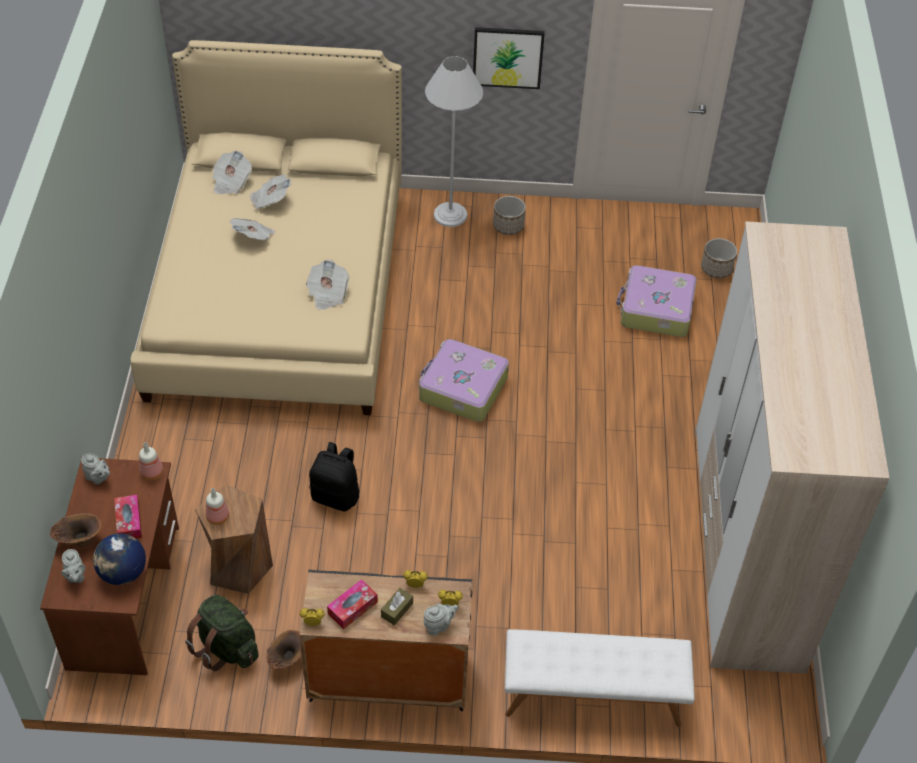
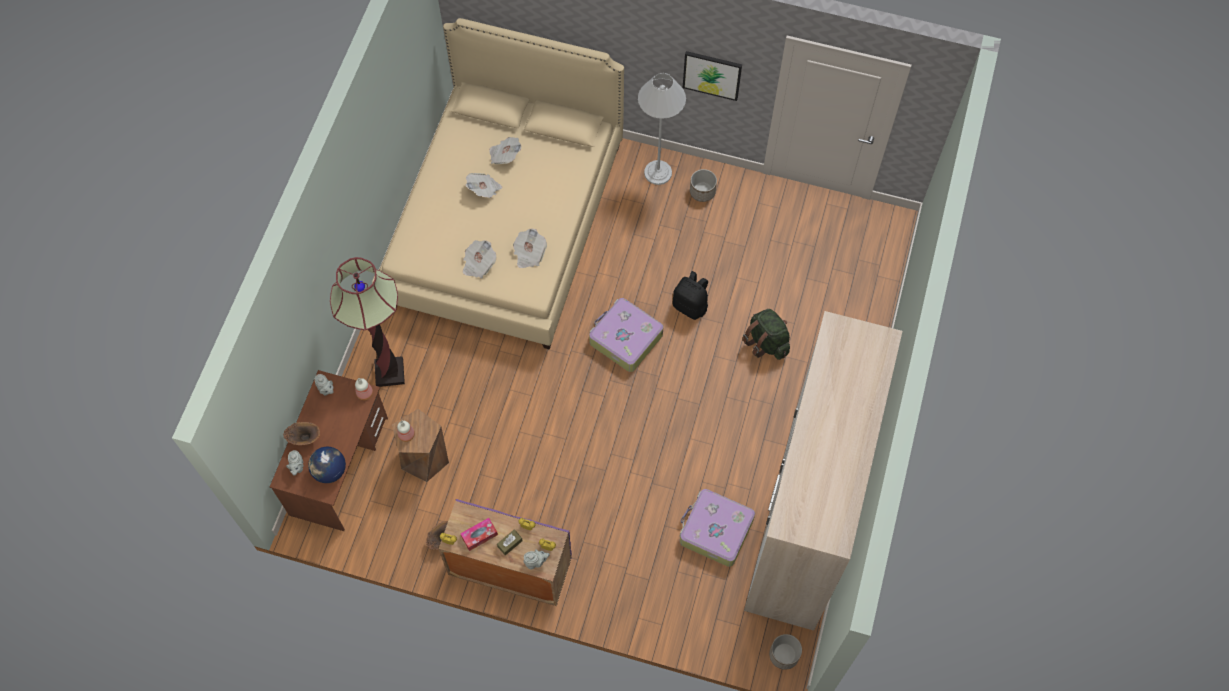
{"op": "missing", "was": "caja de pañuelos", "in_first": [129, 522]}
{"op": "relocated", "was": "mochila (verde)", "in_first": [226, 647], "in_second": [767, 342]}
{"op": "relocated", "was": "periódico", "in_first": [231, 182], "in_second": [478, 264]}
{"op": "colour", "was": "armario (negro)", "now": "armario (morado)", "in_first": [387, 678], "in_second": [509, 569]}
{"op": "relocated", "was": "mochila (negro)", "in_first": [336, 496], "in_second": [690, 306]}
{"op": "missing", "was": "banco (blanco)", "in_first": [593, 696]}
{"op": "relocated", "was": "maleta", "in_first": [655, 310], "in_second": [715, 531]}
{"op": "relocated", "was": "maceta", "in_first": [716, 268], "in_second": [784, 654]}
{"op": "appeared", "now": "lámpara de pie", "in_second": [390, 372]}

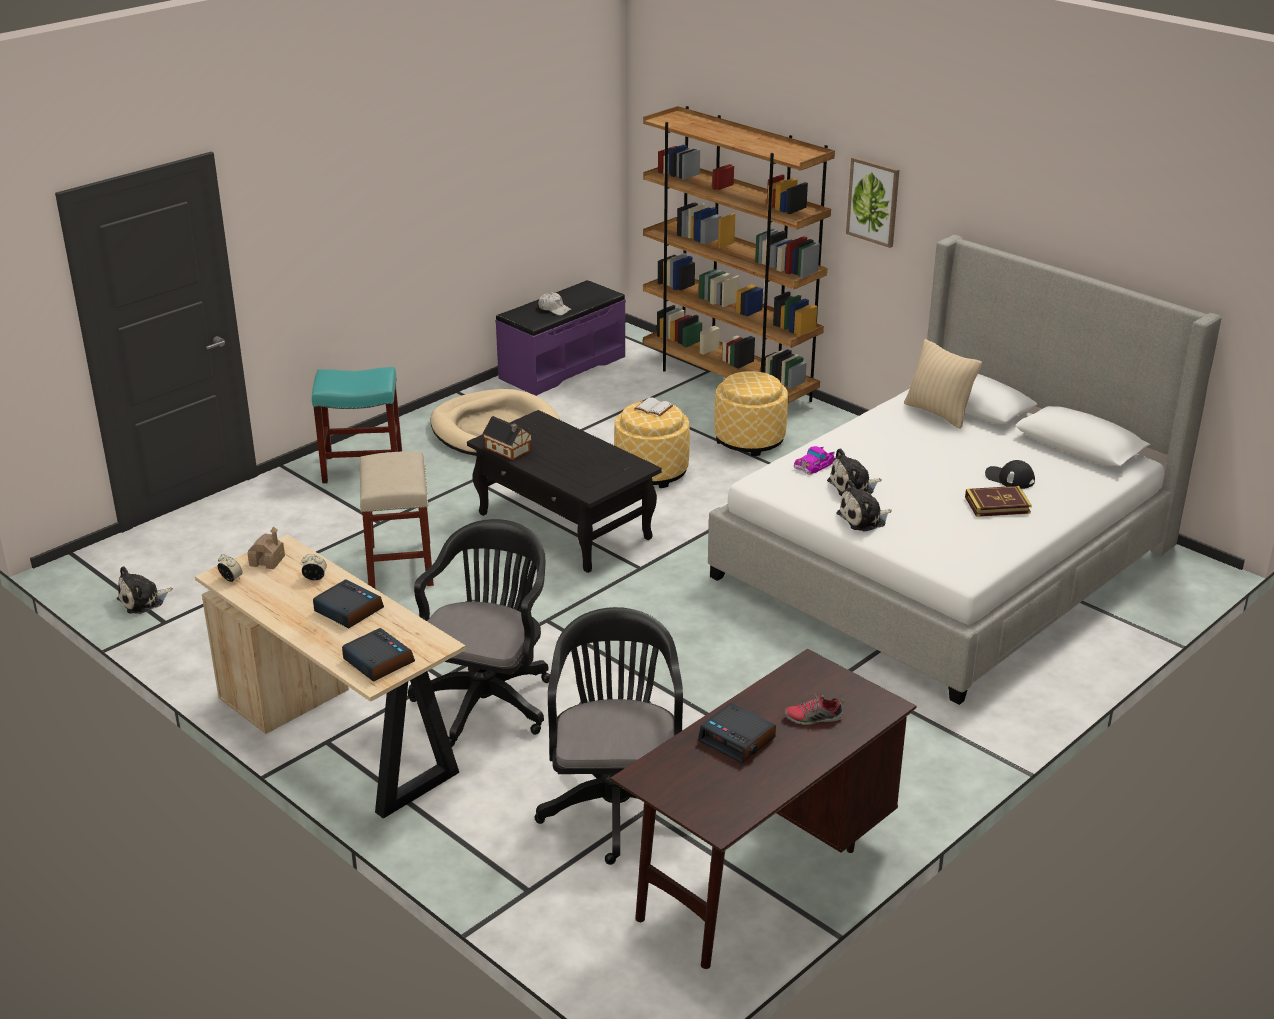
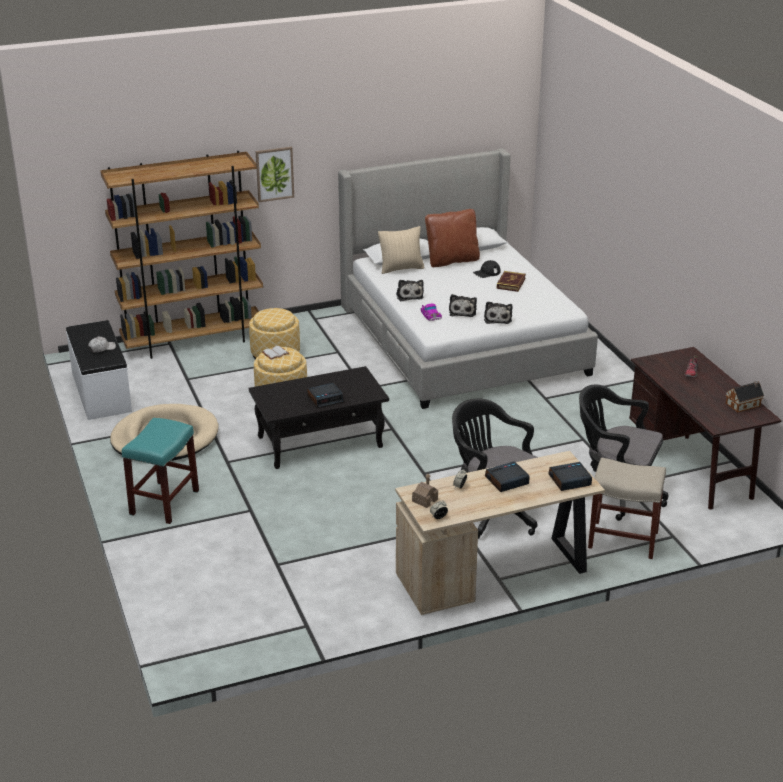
{"op": "relocated", "was": "peluche", "in_first": [143, 601], "in_second": [409, 295]}
{"op": "relocated", "was": "taburete (beis)", "in_first": [399, 564], "in_second": [622, 539]}
{"op": "relocated", "was": "casita", "in_first": [508, 450], "in_second": [744, 404]}
{"op": "colour", "was": "banco (morado)", "now": "banco (blanco)", "in_first": [562, 367], "in_second": [100, 392]}
{"op": "relocated", "was": "despertador", "in_first": [738, 739], "in_second": [325, 399]}
{"op": "appeared", "now": "cojín (marrón)", "in_second": [452, 260]}

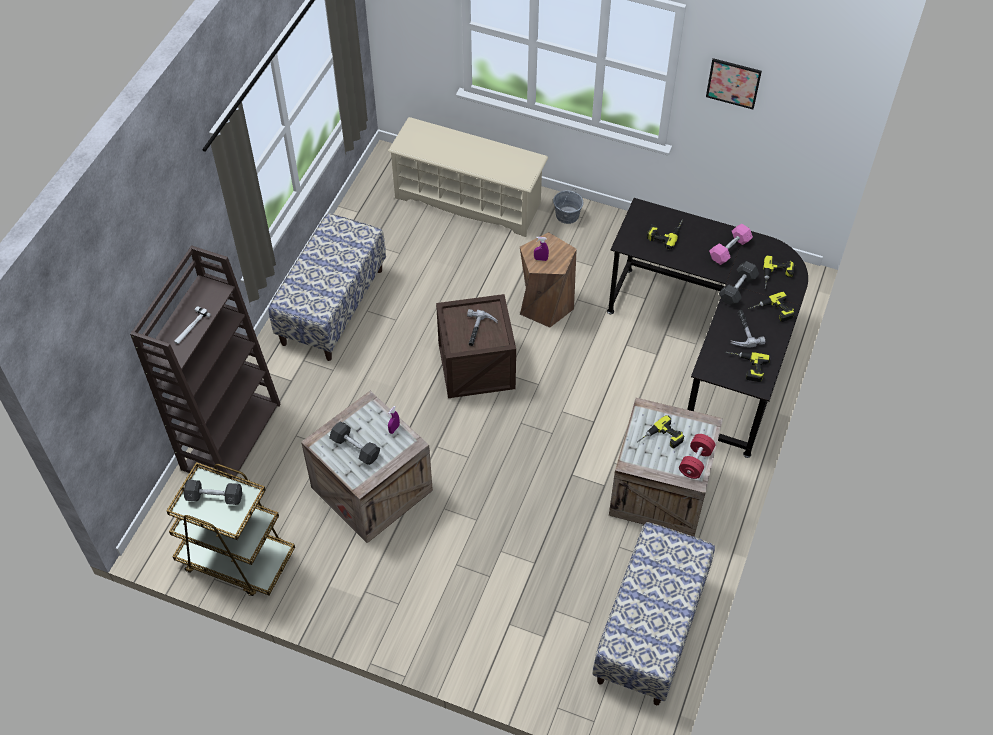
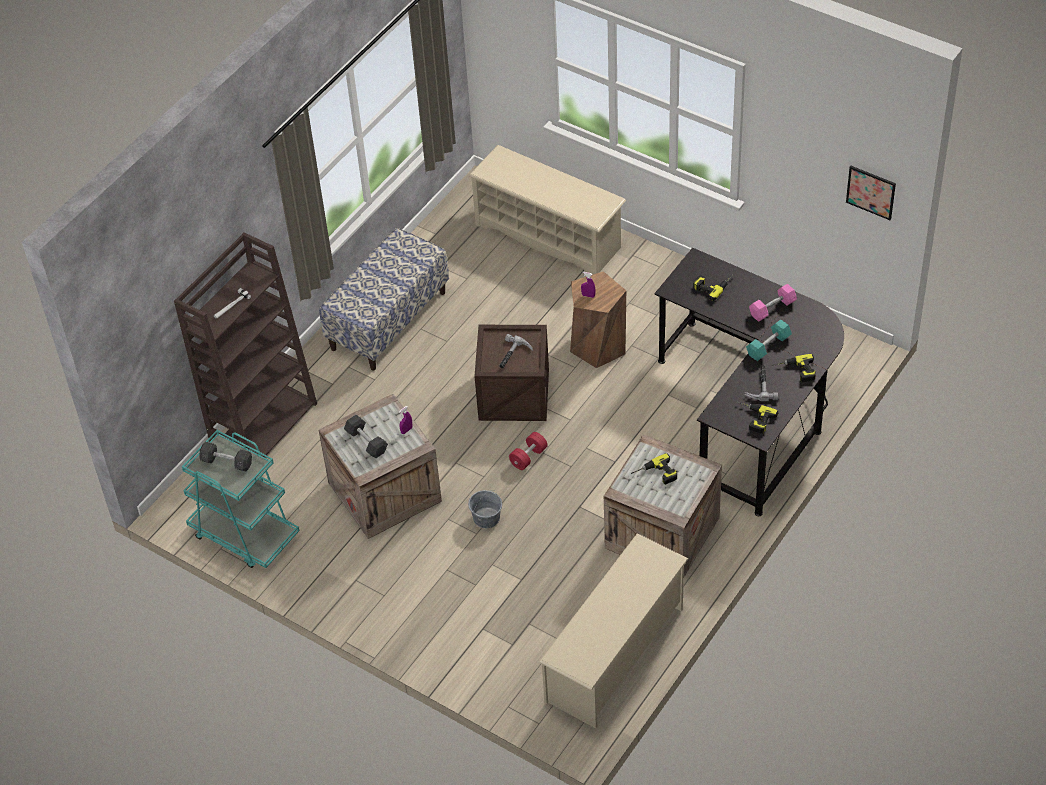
{"op": "colour", "was": "carrito (marrón)", "now": "carrito (turquesa)", "in_first": [236, 559], "in_second": [244, 534]}
{"op": "relocated", "was": "cubo (gris)", "in_first": [567, 215], "in_second": [486, 518]}
{"op": "exchanged", "was": "banco", "now": "zapatero (beis)", "in_first": [650, 630], "in_second": [615, 655]}
{"op": "relocated", "was": "mancuerna (rojo)", "in_first": [695, 462], "in_second": [528, 457]}
{"op": "relocated", "was": "cuadro", "in_first": [733, 83], "in_second": [871, 192]}
{"op": "colour", "was": "mancuerna (gris)", "now": "mancuerna (turquesa)", "in_first": [737, 289], "in_second": [768, 346]}
{"op": "missing", "was": "taladro", "in_first": [777, 276]}

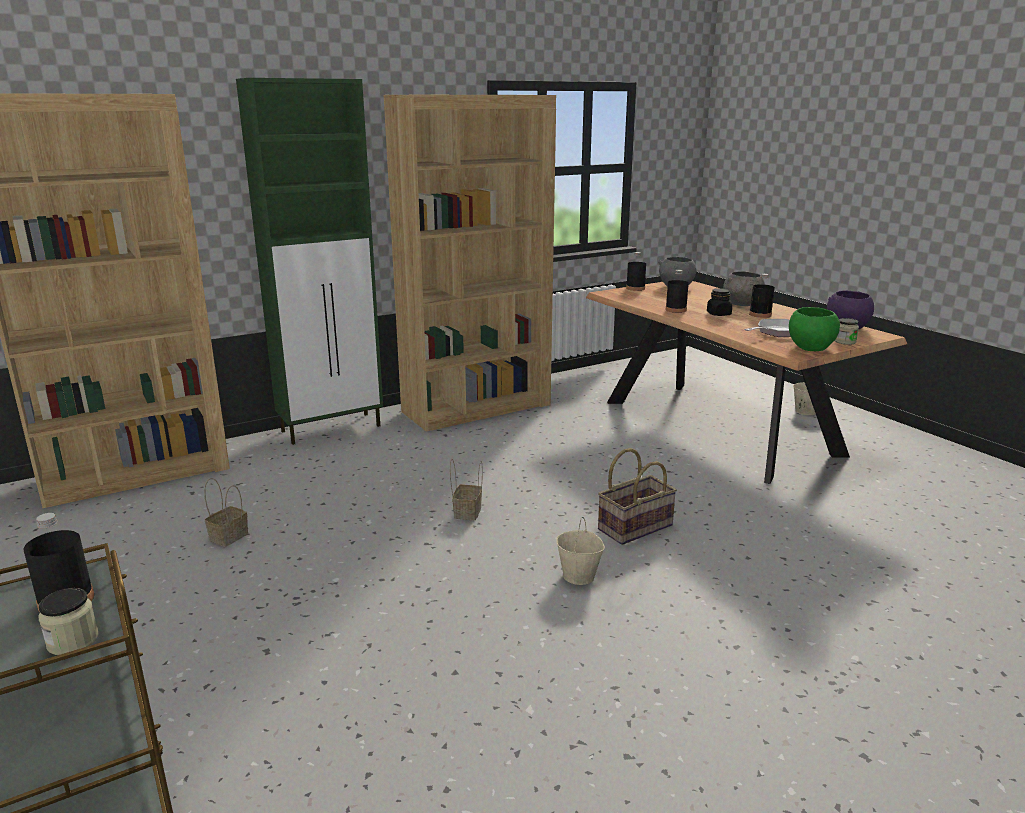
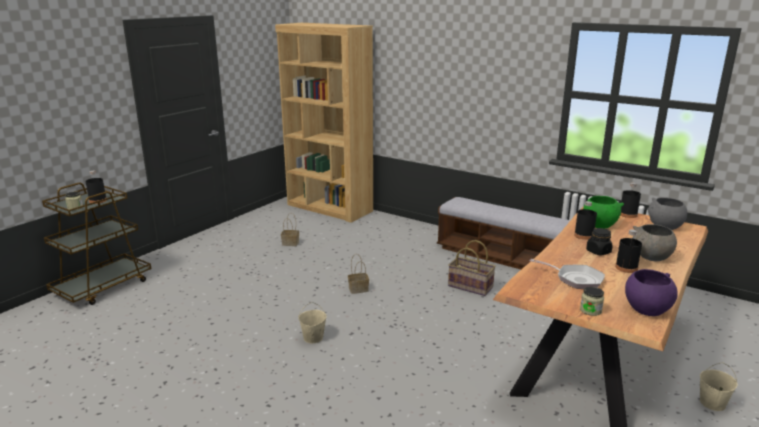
{"op": "missing", "was": "armario (verde)", "in_first": [332, 428]}
{"op": "exchanged", "was": "estantería (marrón)", "now": "banco", "in_first": [477, 408], "in_second": [501, 257]}
{"op": "relocated", "was": "cesta", "in_first": [634, 527], "in_second": [471, 286]}
{"op": "relocated", "was": "cuenco (verde)", "in_first": [810, 348], "in_second": [599, 225]}

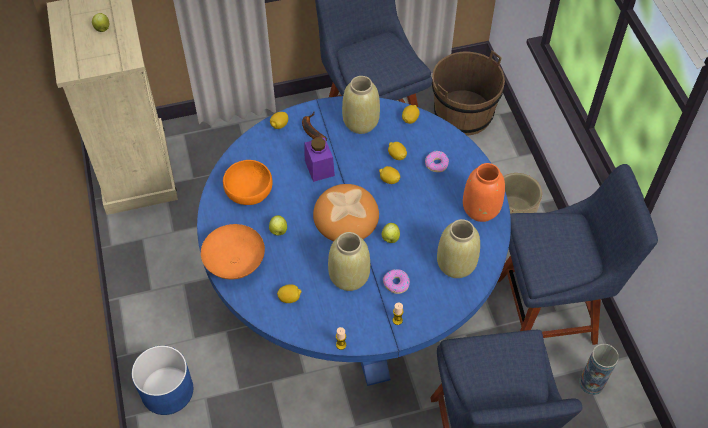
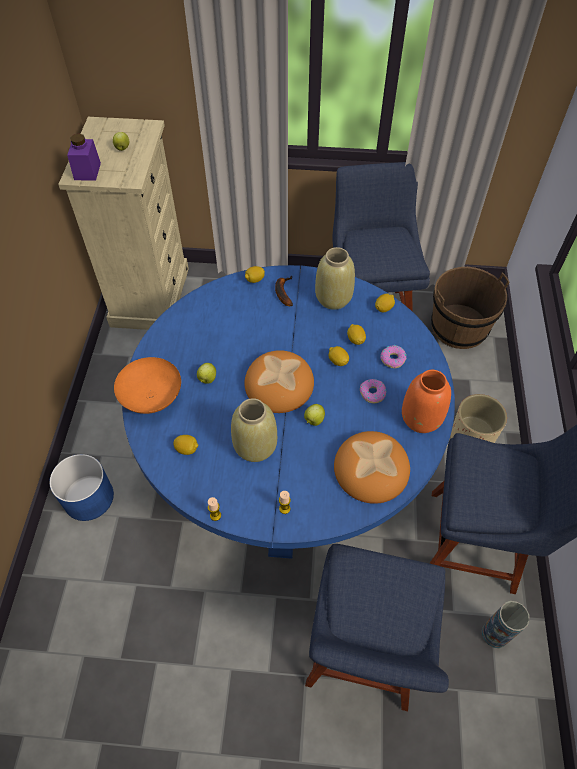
{"op": "missing", "was": "cuenco (naranja)", "in_first": [248, 192]}
{"op": "relocated", "was": "tarro (morado)", "in_first": [319, 168], "in_second": [87, 171]}
{"op": "relocated", "was": "rosquilla", "in_first": [396, 283], "in_second": [372, 393]}
{"op": "exchanged", "was": "florero (beis)", "now": "pan", "in_first": [455, 264], "in_second": [370, 468]}

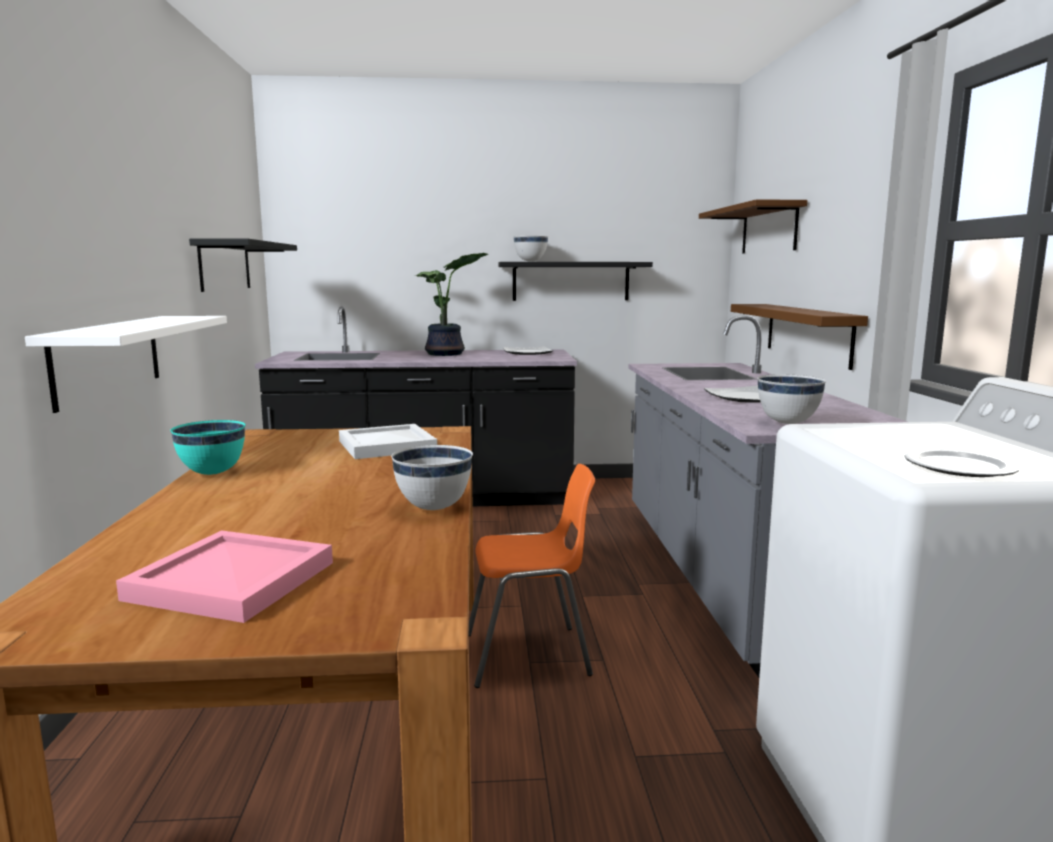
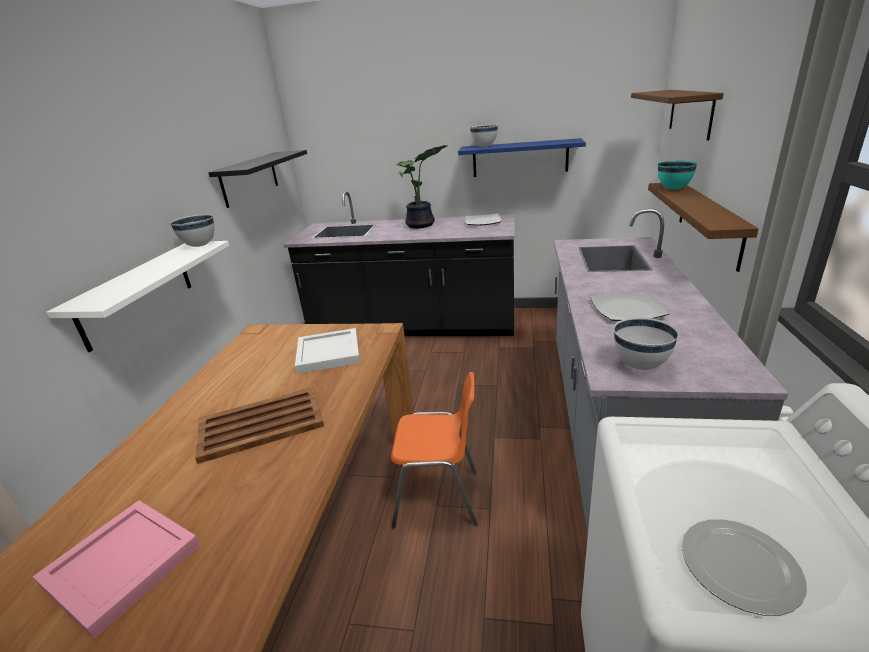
{"op": "relocated", "was": "cuenco (turquesa)", "in_first": [212, 473], "in_second": [673, 189]}
{"op": "relocated", "was": "cuenco (blanco)", "in_first": [433, 508], "in_second": [200, 245]}
{"op": "colour", "was": "estante (negro)", "now": "estante (azul)", "in_first": [570, 281], "in_second": [520, 158]}
{"op": "appeared", "now": "bandeja (marrón)", "in_second": [262, 424]}

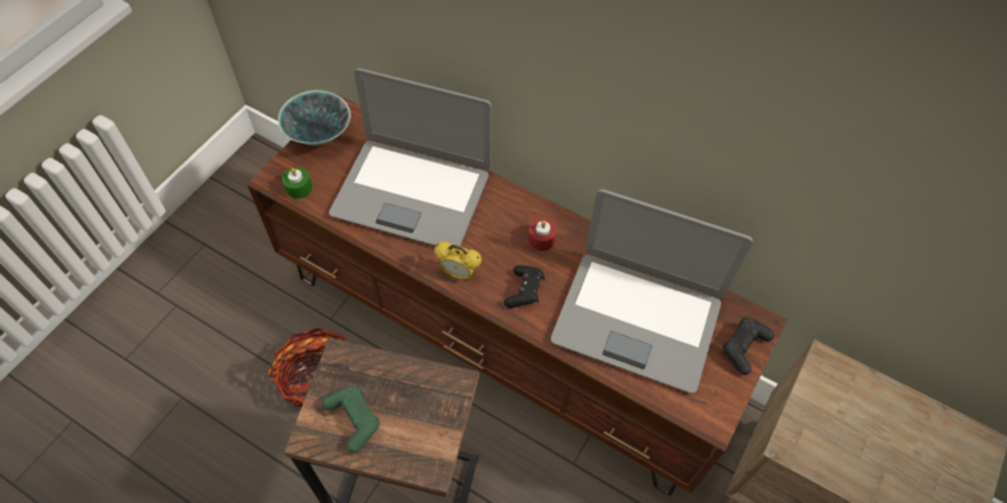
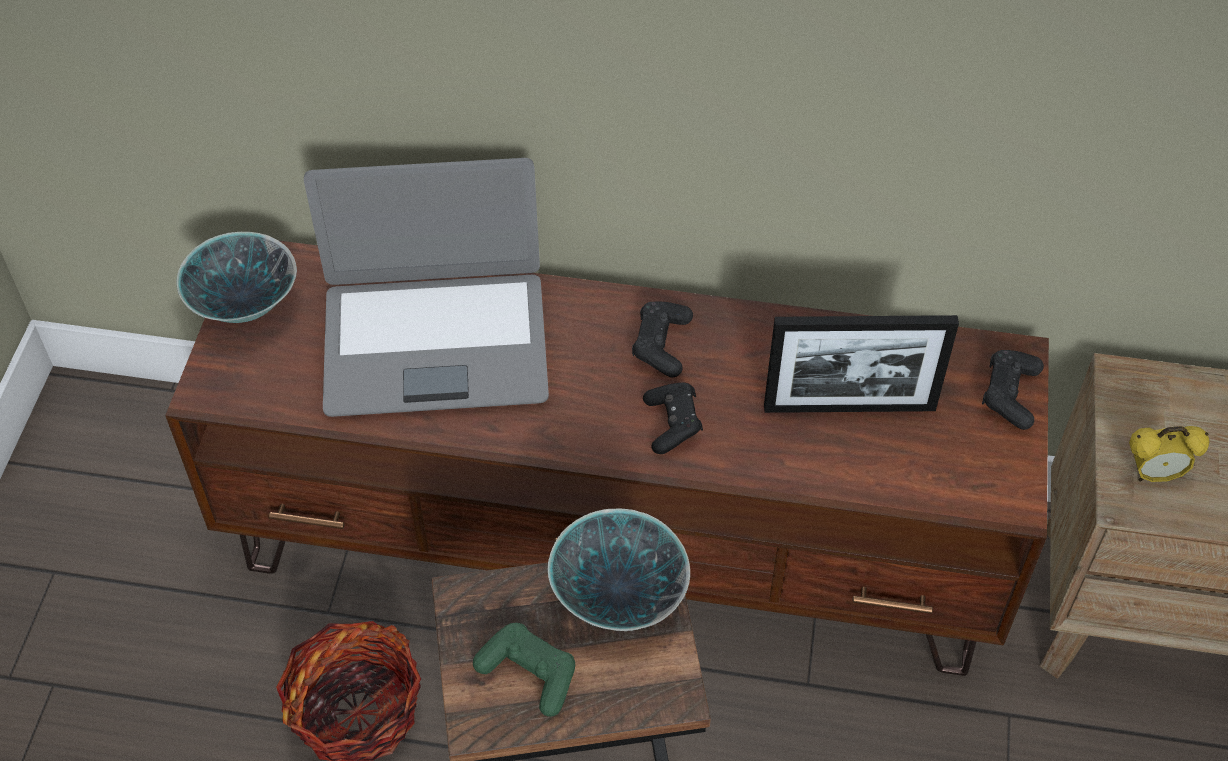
{"op": "missing", "was": "vela (verde)", "in_first": [299, 188]}
{"op": "relocated", "was": "despertador", "in_first": [458, 273], "in_second": [1153, 475]}
{"op": "exchanged", "was": "vela (rojo)", "now": "mando de consola (negro)", "in_first": [541, 239], "in_second": [661, 344]}
{"op": "exchanged", "was": "portátil", "now": "portarretratos", "in_first": [637, 319], "in_second": [849, 407]}
{"op": "appeared", "now": "cuenco", "in_second": [617, 597]}

